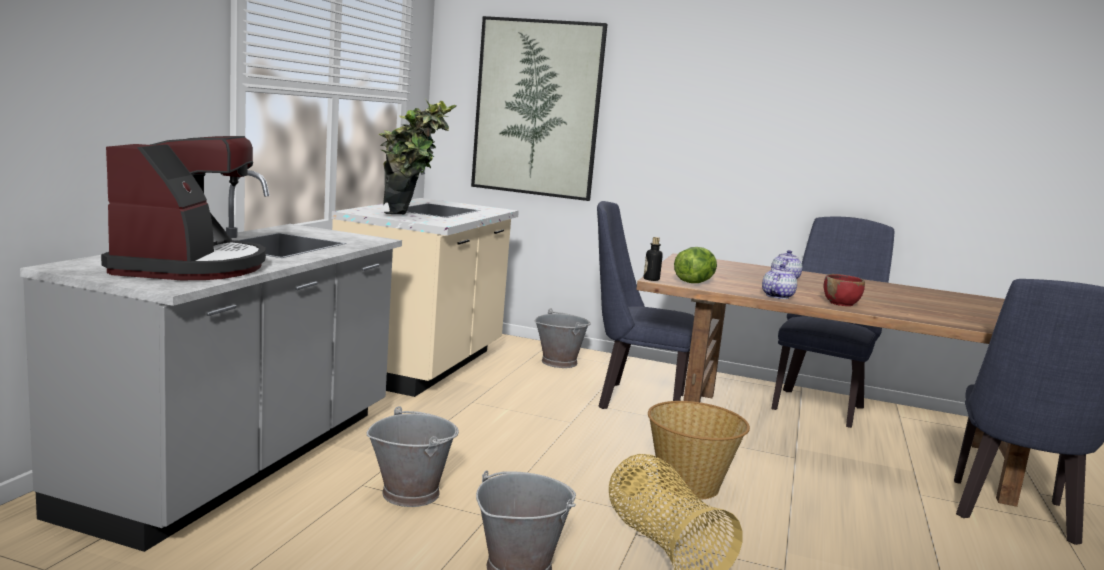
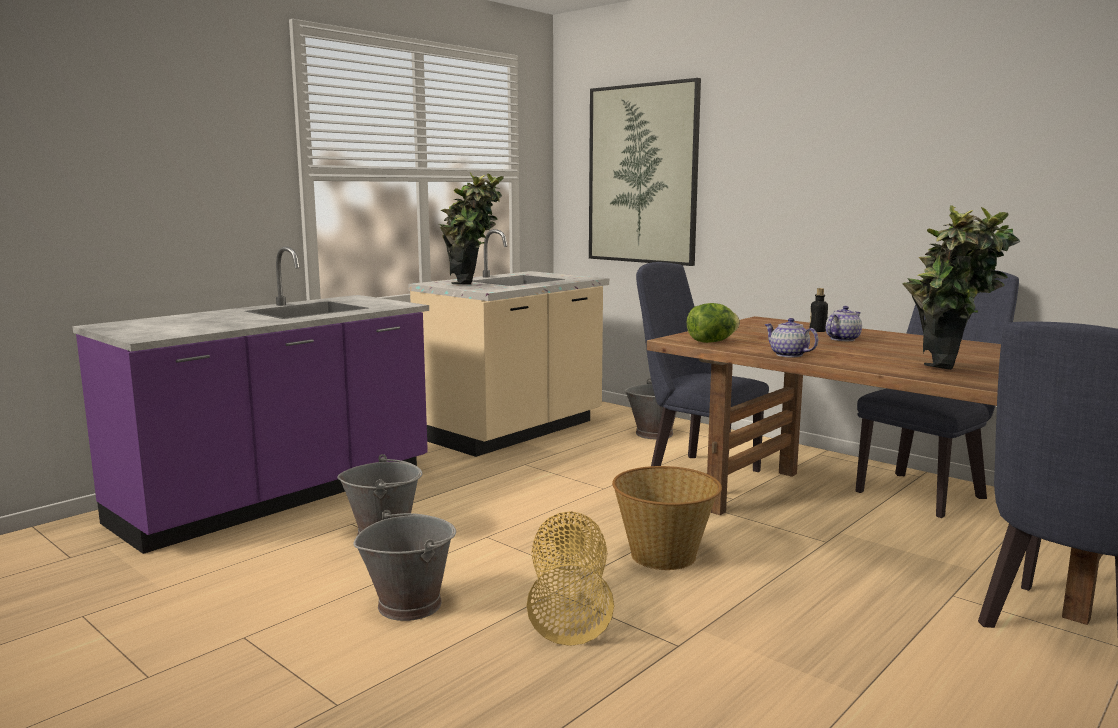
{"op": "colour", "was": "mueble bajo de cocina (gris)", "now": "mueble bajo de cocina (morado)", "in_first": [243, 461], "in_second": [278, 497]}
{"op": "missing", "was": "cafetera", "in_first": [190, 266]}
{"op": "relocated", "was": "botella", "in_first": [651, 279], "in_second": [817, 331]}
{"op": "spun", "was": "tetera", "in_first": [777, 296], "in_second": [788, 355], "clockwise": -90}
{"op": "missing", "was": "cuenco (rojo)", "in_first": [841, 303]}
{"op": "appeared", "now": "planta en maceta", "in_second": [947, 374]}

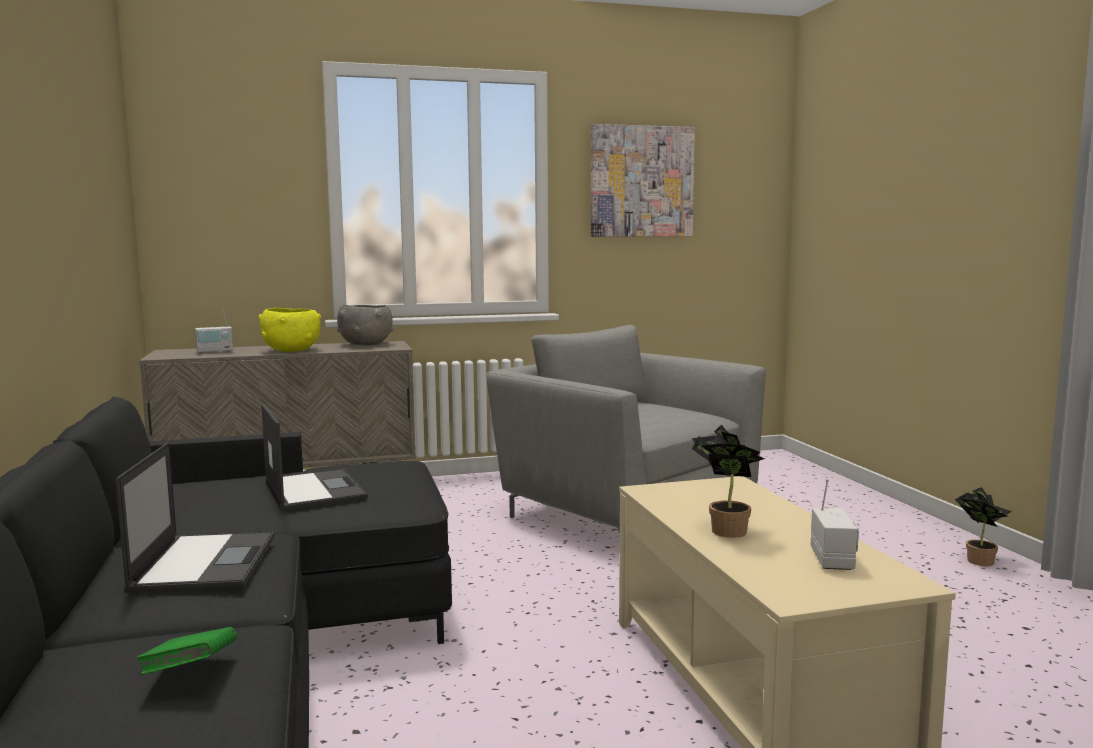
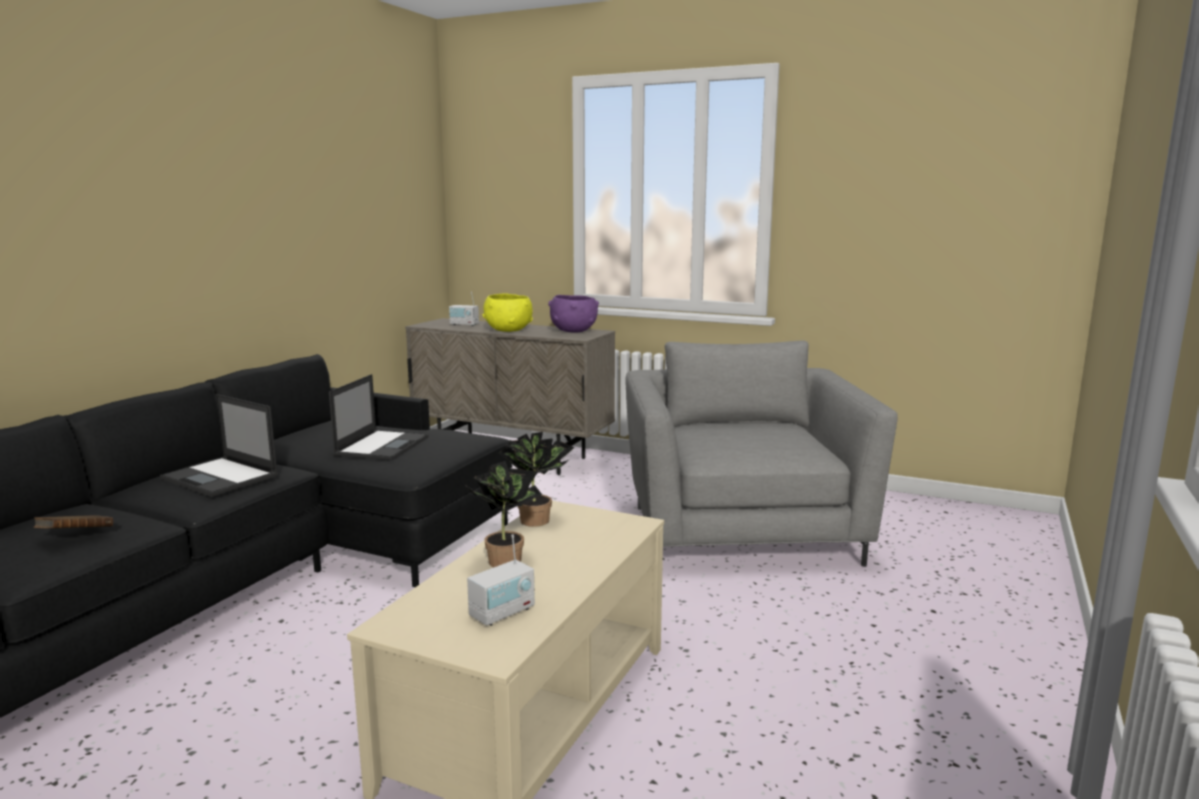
{"op": "spun", "was": "portátil", "in_first": [205, 562], "in_second": [221, 477], "clockwise": 90}
{"op": "colour", "was": "libro (verde)", "now": "libro (marrón)", "in_first": [191, 673], "in_second": [76, 537]}
{"op": "colour", "was": "cuenco (gris)", "now": "cuenco (morado)", "in_first": [366, 344], "in_second": [574, 331]}
{"op": "missing", "was": "cuadro", "in_first": [641, 181]}
{"op": "relocated", "was": "planta en maceta", "in_first": [978, 560], "in_second": [537, 519]}

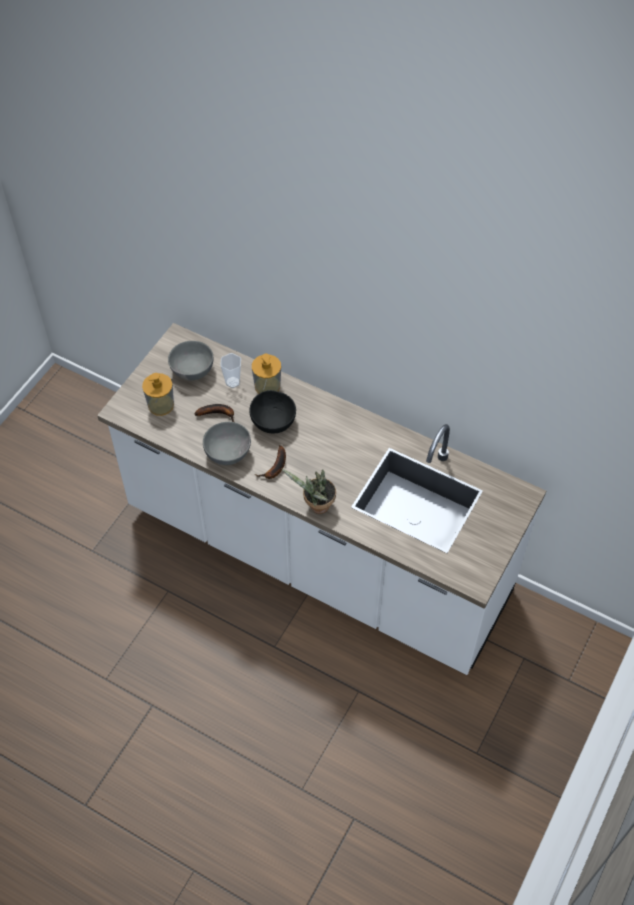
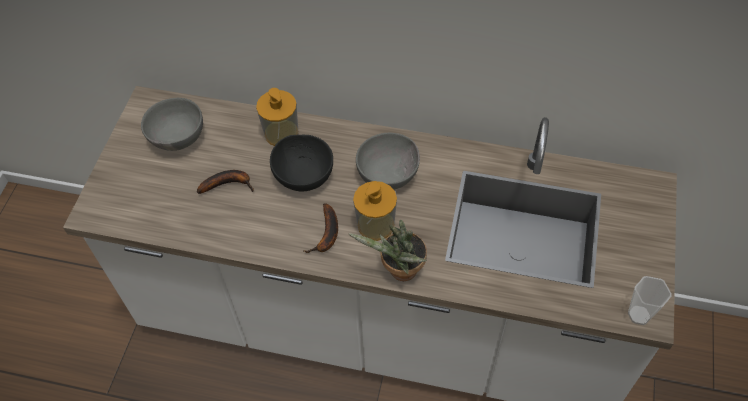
{"op": "relocated", "was": "dispensador de jabón", "in_first": [161, 405], "in_second": [375, 225]}
{"op": "relocated", "was": "cuenco (gris)", "in_first": [229, 453], "in_second": [389, 175]}
{"op": "relocated", "was": "taza", "in_first": [232, 382], "in_second": [639, 315]}

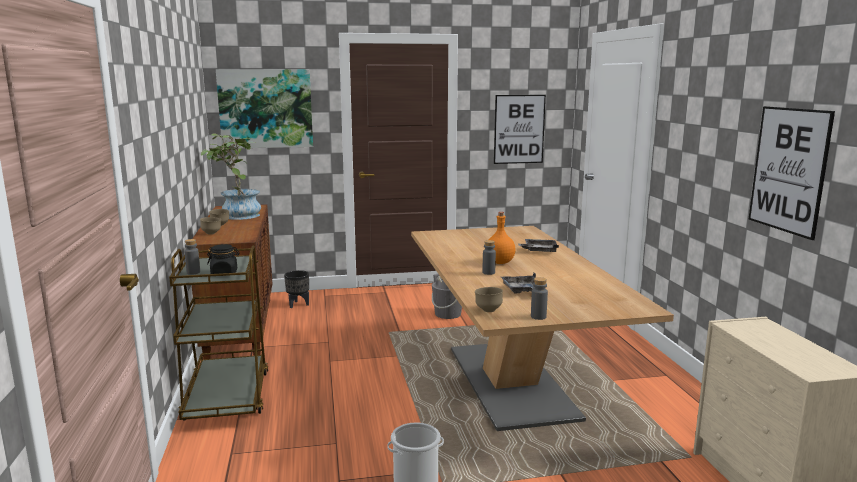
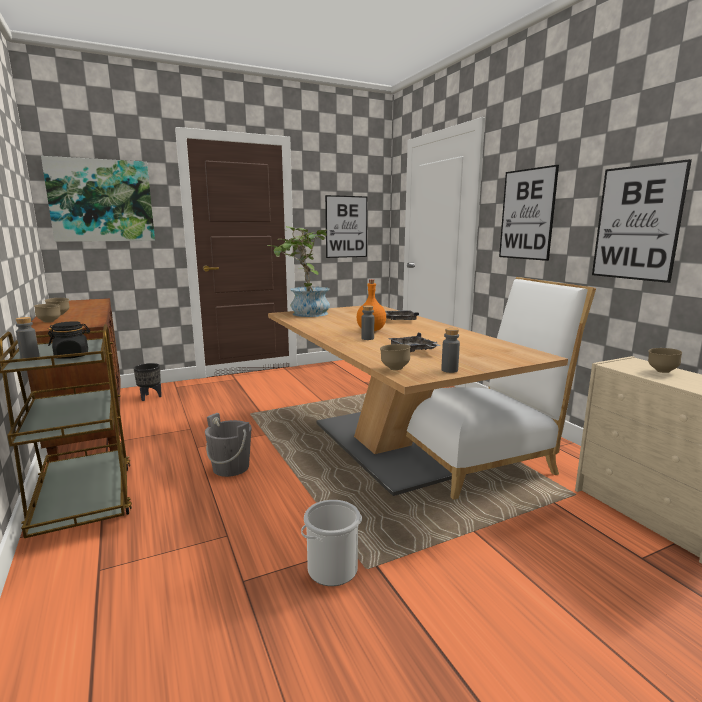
{"op": "relocated", "was": "planta en maceta", "in_first": [236, 215], "in_second": [304, 313]}
{"op": "relocated", "was": "cubo (gris)", "in_first": [448, 314], "in_second": [231, 467]}
{"op": "appeared", "now": "silla (blanco)", "in_second": [482, 459]}
{"op": "appeared", "now": "cuadro", "in_second": [527, 214]}
{"op": "appeared", "now": "cuenco (marrón)", "in_second": [661, 371]}

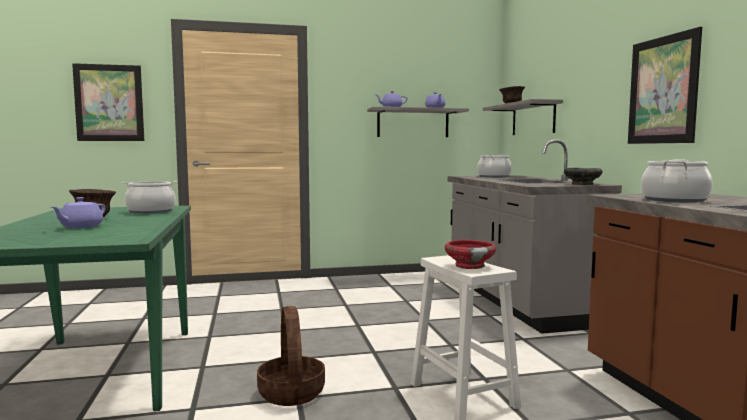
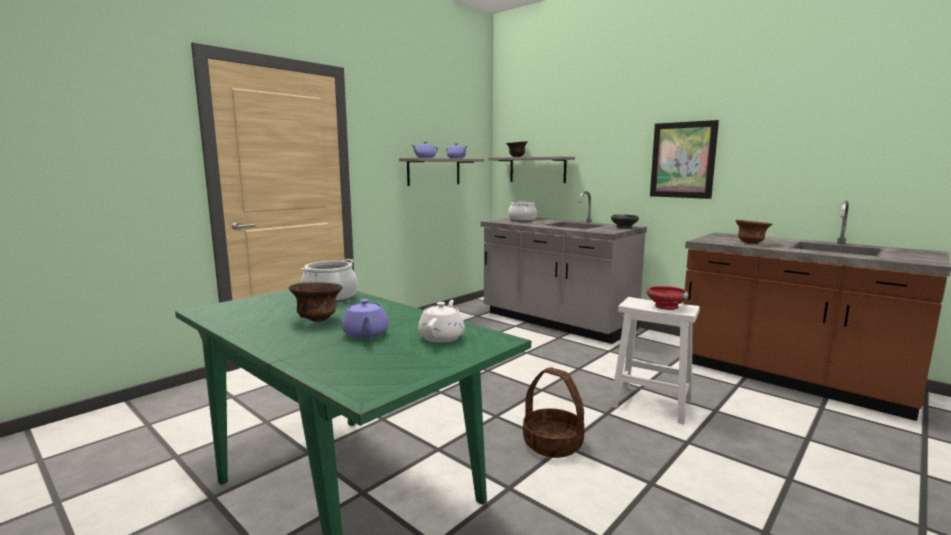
{"op": "missing", "was": "cuadro", "in_first": [109, 103]}
{"op": "exchanged", "was": "olla", "now": "cuenco (marrón)", "in_first": [674, 200], "in_second": [750, 243]}
{"op": "appeared", "now": "tetera (blanco)", "in_second": [442, 337]}

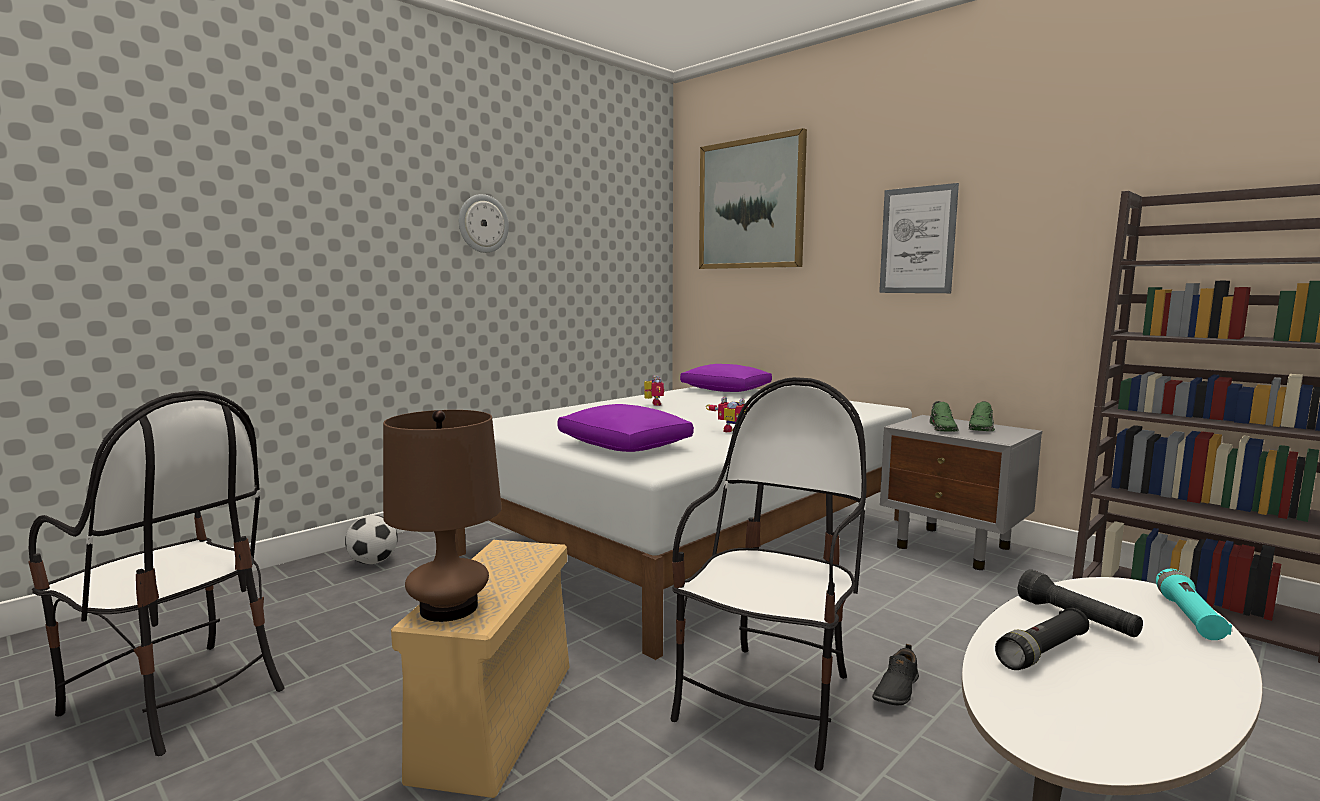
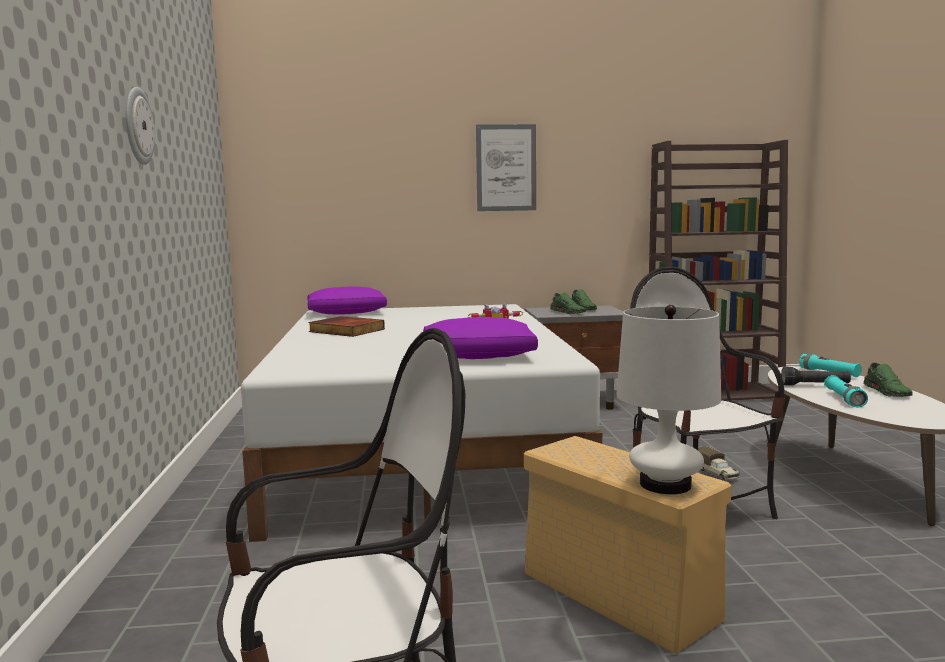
{"op": "missing", "was": "balón de fútbol", "in_first": [373, 562]}
{"op": "colour", "was": "lámpara de mesa (marrón)", "now": "lámpara de mesa (blanco)", "in_first": [449, 608], "in_second": [665, 484]}
{"op": "exchanged", "was": "robot de juguete", "now": "libro", "in_first": [653, 404], "in_second": [345, 330]}
{"op": "missing", "was": "cuadro", "in_first": [750, 204]}
{"op": "exchanged", "was": "zapato (negro)", "now": "camión de juguete", "in_first": [895, 689], "in_second": [717, 474]}
{"op": "colour", "was": "linterna (negro)", "now": "linterna (turquesa)", "in_first": [1042, 652], "in_second": [844, 399]}
{"op": "appeared", "now": "zapato (verde)", "in_second": [888, 392]}

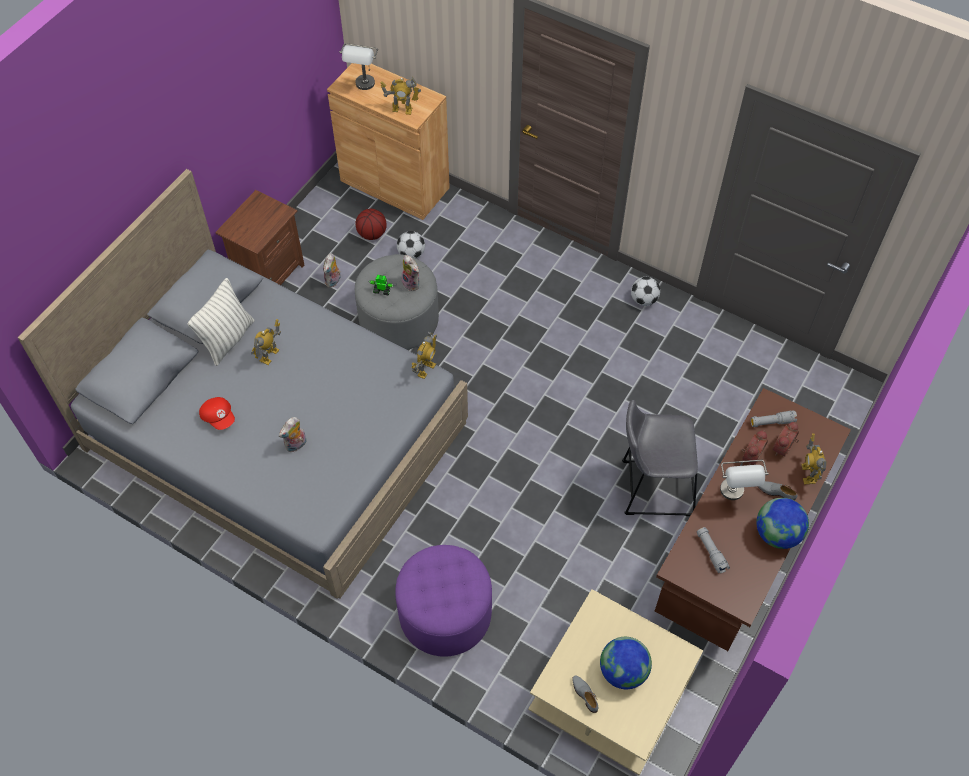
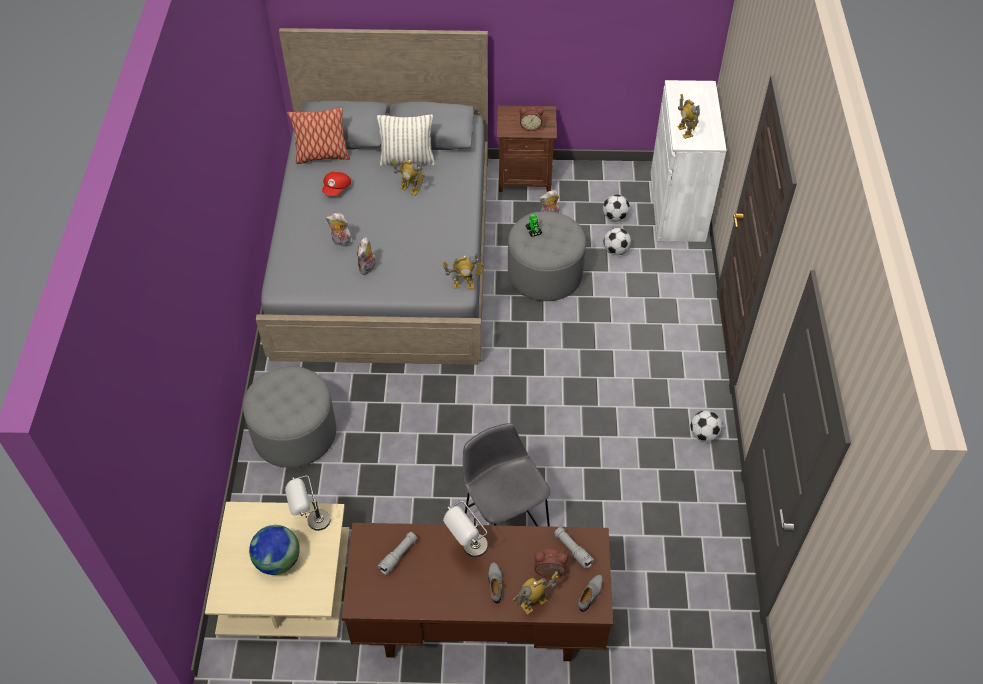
{"op": "spun", "was": "robot de juguete", "in_first": [270, 356], "in_second": [409, 189], "clockwise": -150}
{"op": "colour", "was": "armario (marrón)", "now": "armario (blanco)", "in_first": [395, 184], "in_second": [677, 206]}
{"op": "relocated", "was": "lámpara de mesa (gris)", "in_first": [364, 88], "in_second": [311, 523]}
{"op": "exchanged", "was": "balón de baloncesto", "now": "balón de fútbol", "in_first": [372, 234], "in_second": [615, 217]}
{"op": "colour", "was": "puf (morado)", "now": "puf (gris)", "in_first": [445, 613], "in_second": [294, 433]}
{"op": "relocated", "was": "peluche", "in_first": [412, 283], "in_second": [368, 268]}
{"op": "relocated", "was": "zapato (gris)", "in_first": [585, 694], "in_second": [591, 594]}
{"op": "relocated", "was": "despertador", "in_first": [750, 456], "in_second": [530, 126]}
{"op": "missing", "was": "globo terráqueo", "in_first": [777, 534]}
{"op": "appeared", "now": "cojín", "in_second": [322, 156]}

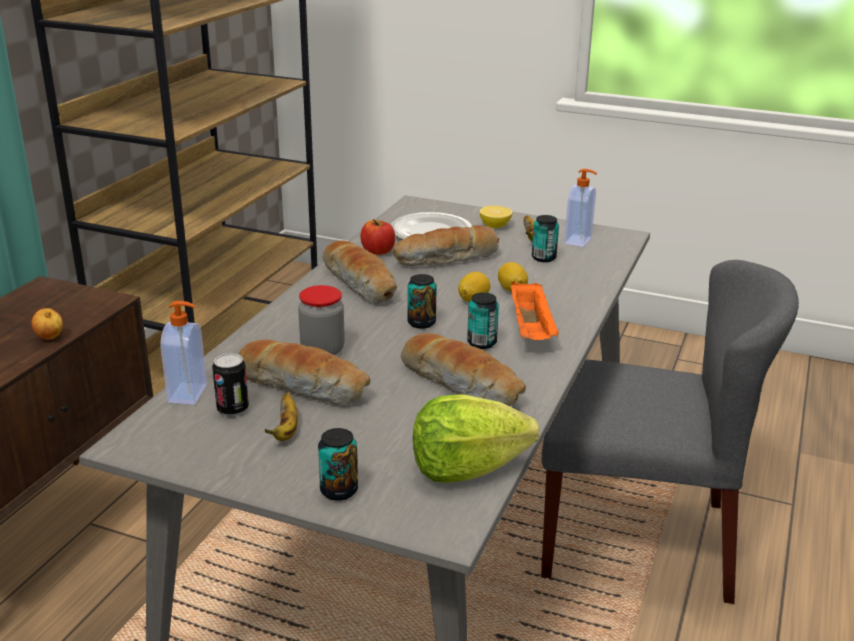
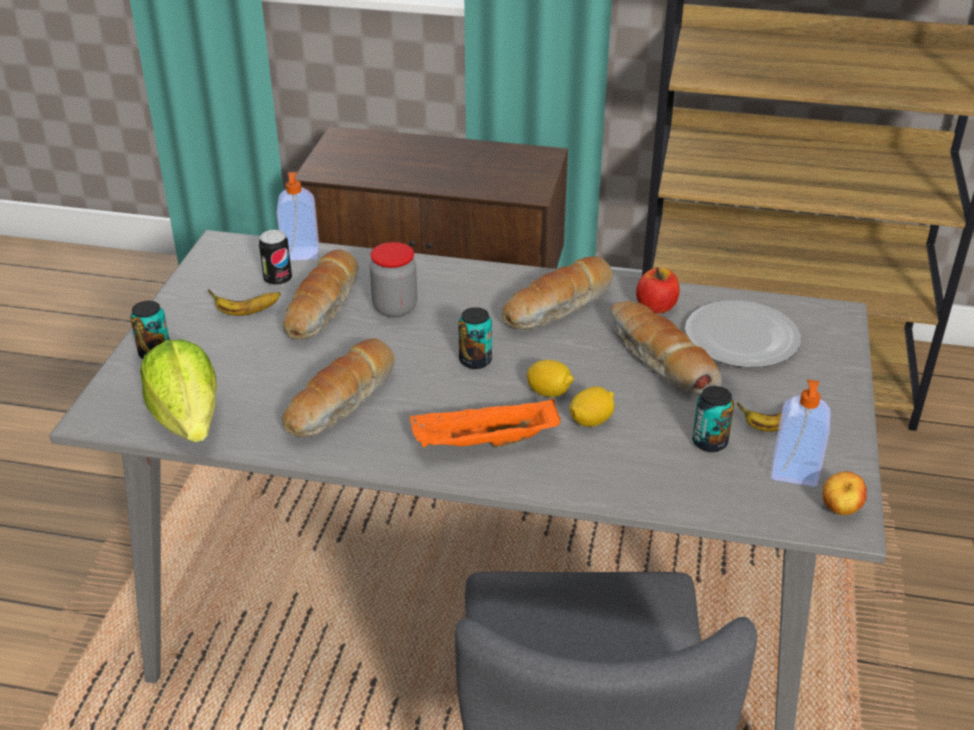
{"op": "relocated", "was": "manzana", "in_first": [50, 338], "in_second": [840, 510]}
{"op": "missing", "was": "lata", "in_first": [482, 343]}
{"op": "missing", "was": "limón", "in_first": [495, 226]}

